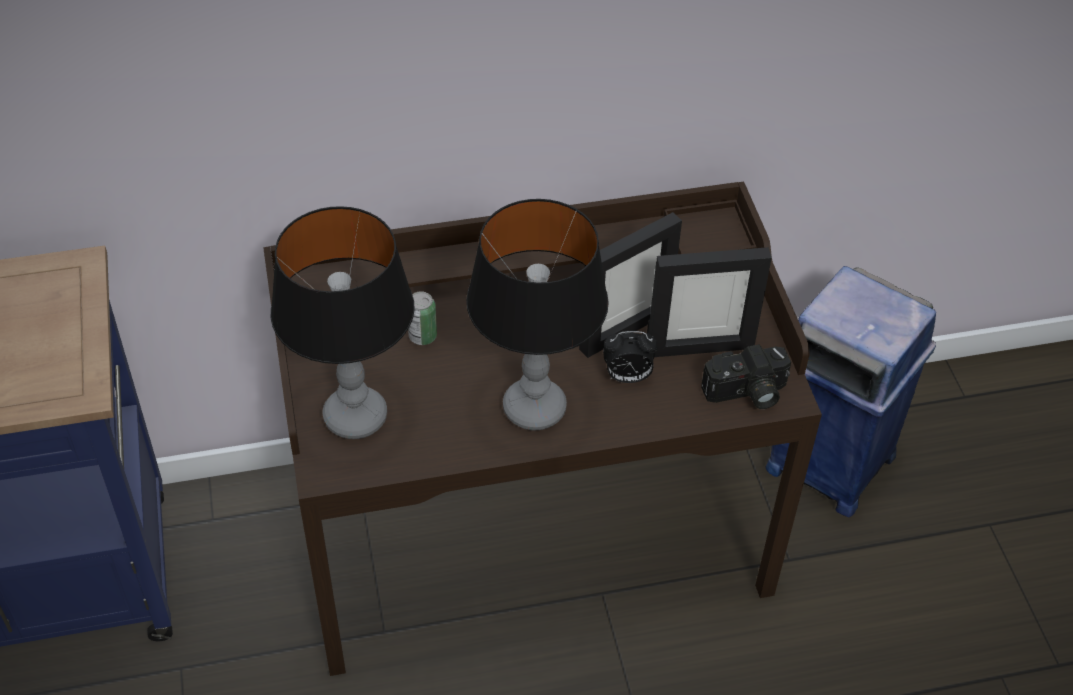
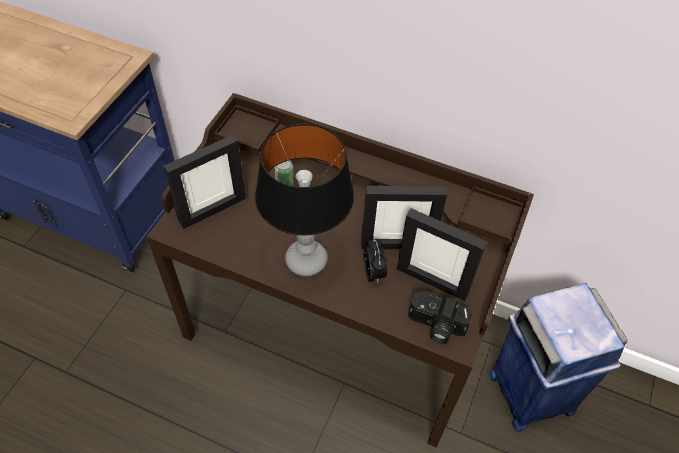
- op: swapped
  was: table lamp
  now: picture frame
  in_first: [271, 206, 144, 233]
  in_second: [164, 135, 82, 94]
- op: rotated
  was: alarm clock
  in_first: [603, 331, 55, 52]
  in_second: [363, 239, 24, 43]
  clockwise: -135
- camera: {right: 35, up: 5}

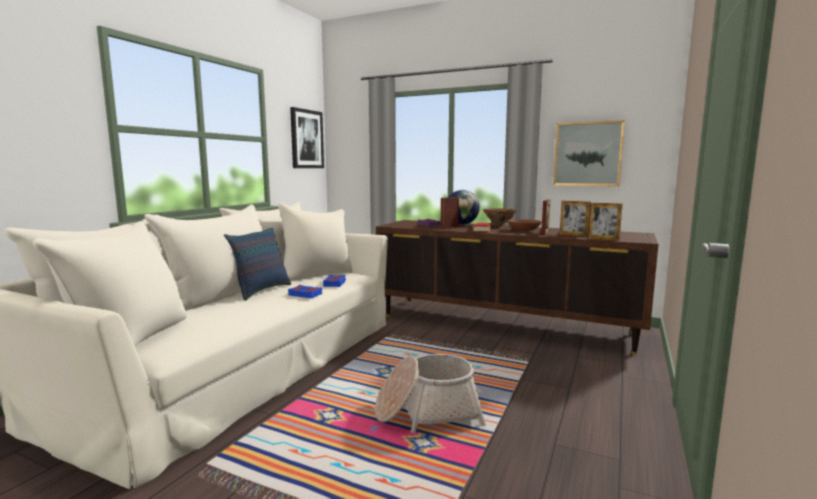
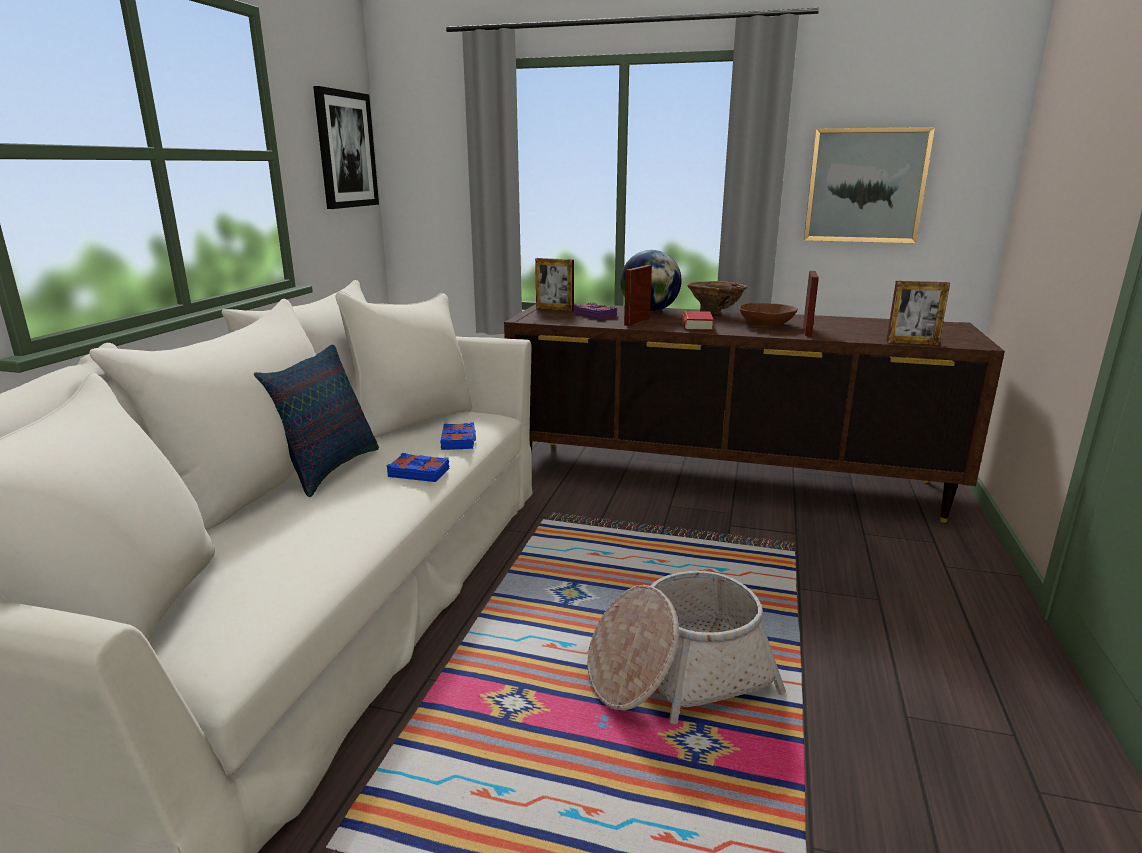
- op: shifted
  was: picture frame
  in_first: [560, 201, 31, 36]
  in_second: [535, 258, 39, 53]
- camera: {right: -10, up: 10}

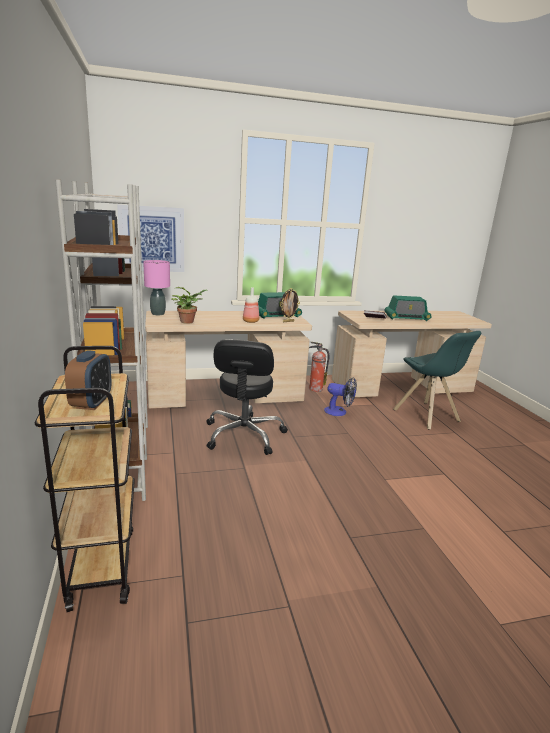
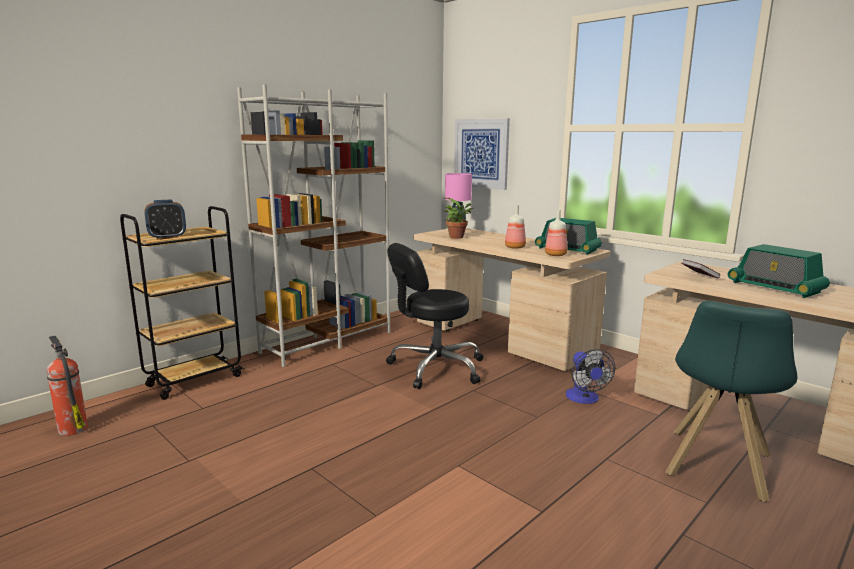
- op: swapped
  was: picture frame
  now: bottle
  in_first: [280, 288, 20, 34]
  in_second: [545, 210, 23, 46]
- op: shifted
  was: fire extinguisher
  in_first: [309, 342, 20, 50]
  in_second: [46, 336, 42, 100]
- camera: {right: 60, up: -5}

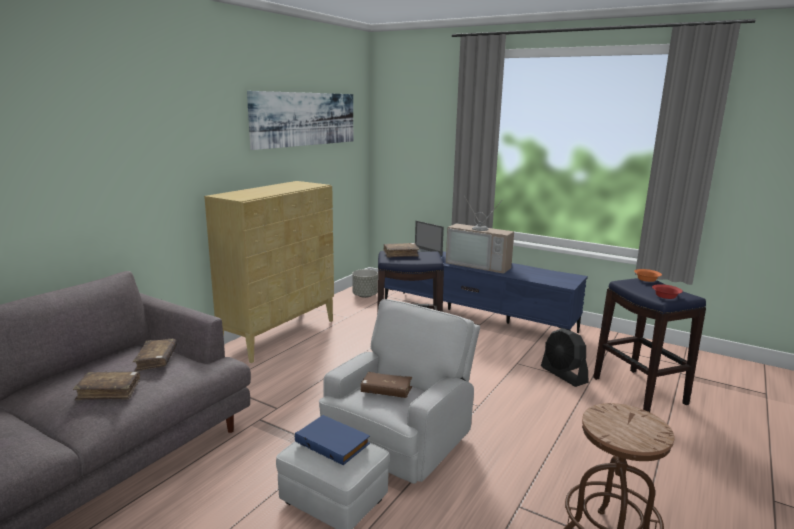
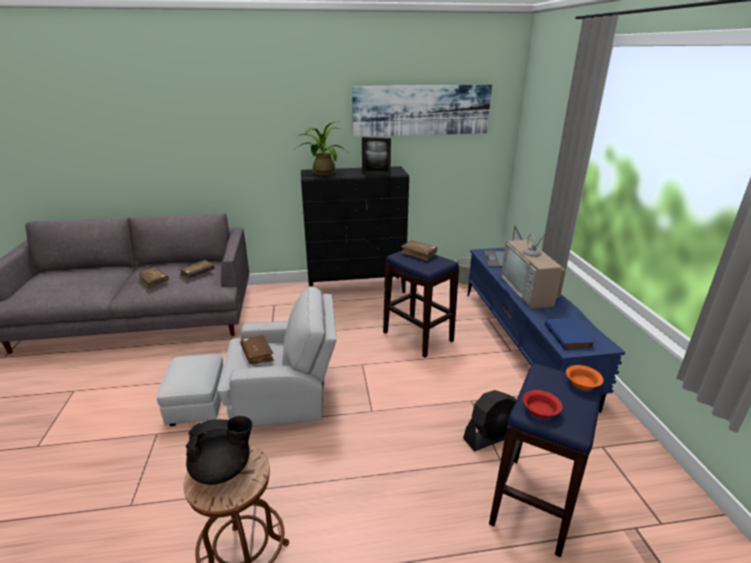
- op: repainted
  was: dresser/beige
  now: dresser/black
  in_first: [204, 181, 130, 182]
  in_second: [301, 166, 108, 127]
- op: shifted
  was: book/blue
  in_first: [295, 415, 75, 50]
  in_second: [545, 318, 50, 32]
- op: rotated
  was: fan/black
  in_first: [541, 328, 47, 59]
  in_second: [463, 390, 53, 61]
  clockwise: -135
- op: new
  now: teapot/black
  in_second: [186, 416, 66, 69]
- op: new
  now: potted plant
  in_second: [296, 121, 50, 55]
- op: new
  now: picture frame
  in_second: [362, 137, 29, 38]
- camera: {right: 50, up: 10}

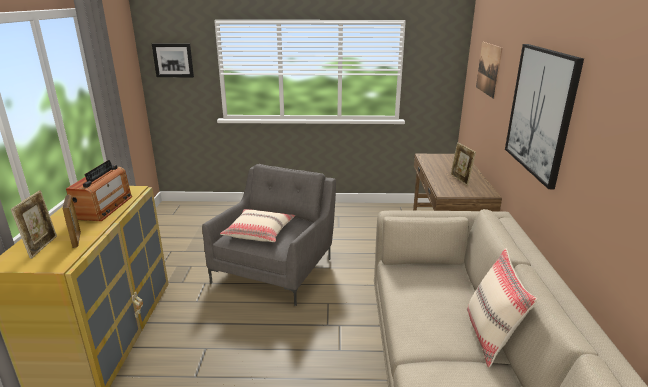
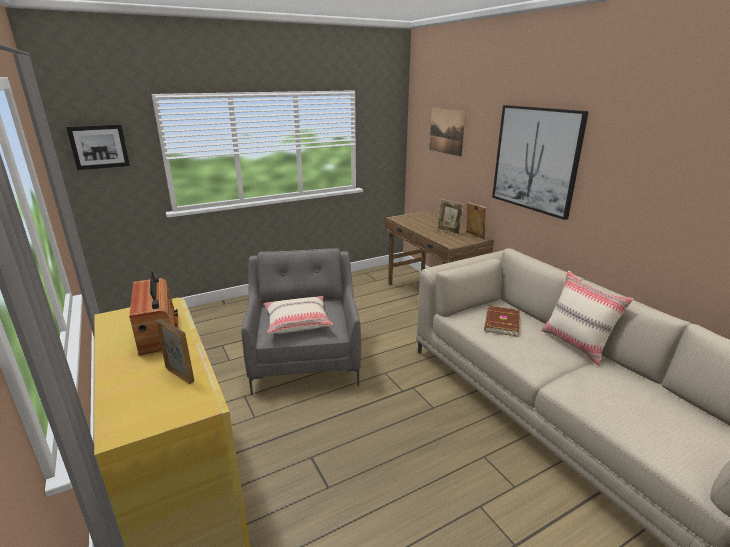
- op: shifted
  was: picture frame
  in_first: [11, 190, 46, 69]
  in_second: [466, 202, 21, 37]
- op: new
  now: book/brown
  in_second: [484, 306, 36, 31]
- camera: {right: -30, up: 0}

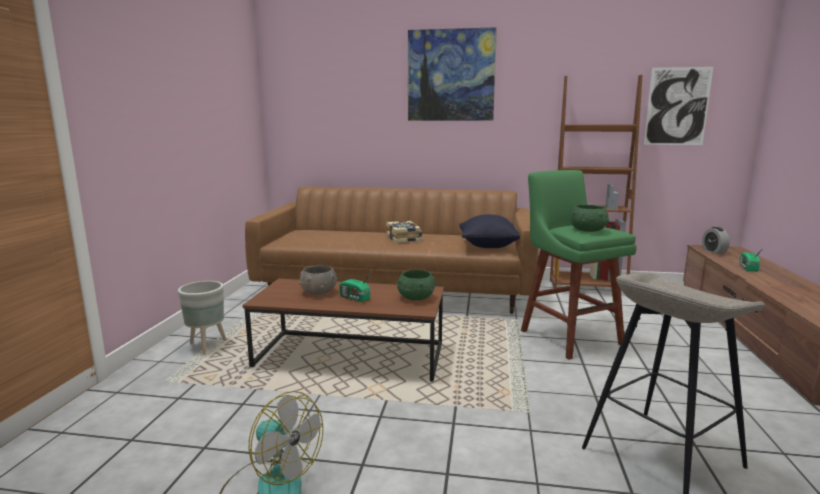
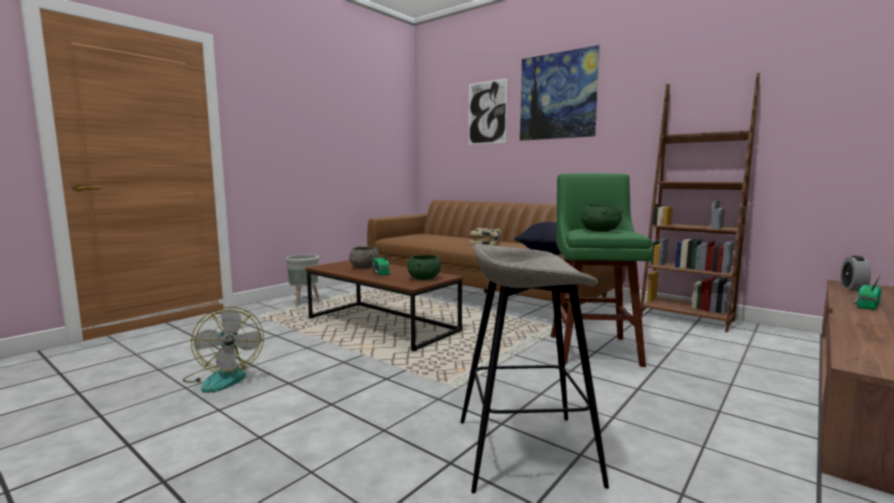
- op: shifted
  was: picture
  in_first: [644, 67, 69, 78]
  in_second: [469, 78, 38, 67]
- camera: {right: 30, up: -5}

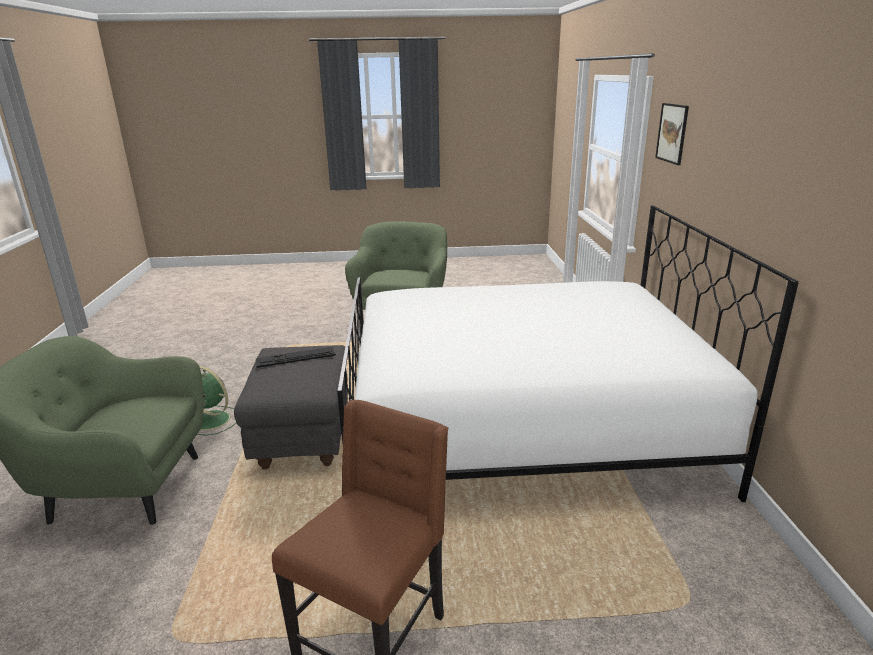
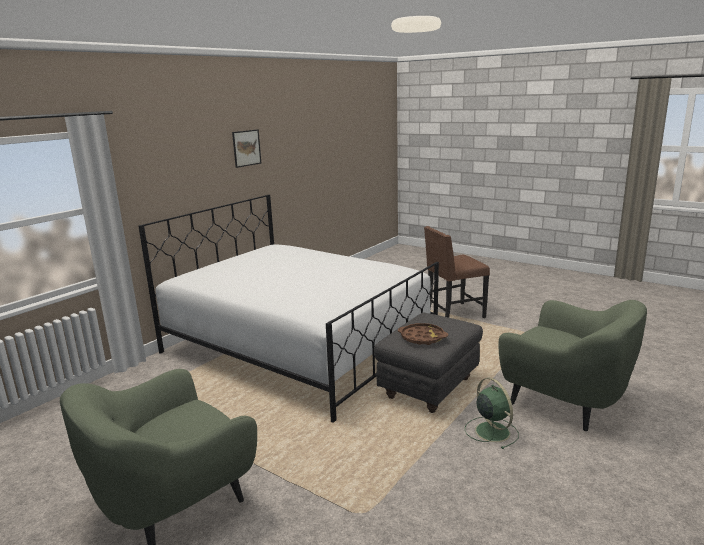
- op: swapped
  was: keyboard
  now: tray/brown
  in_first: [255, 347, 81, 21]
  in_second: [398, 323, 50, 22]
- op: shifted
  was: picture
  in_first: [655, 103, 34, 62]
  in_second: [232, 129, 29, 39]
- camera: {right: -140, up: -5}

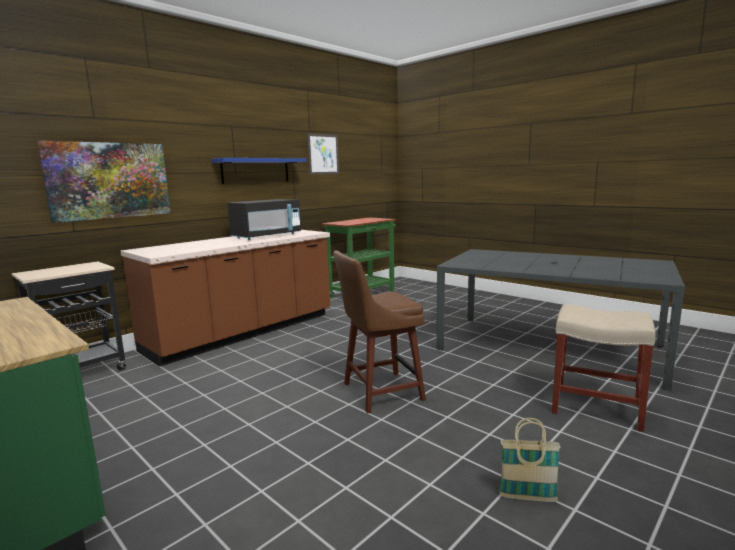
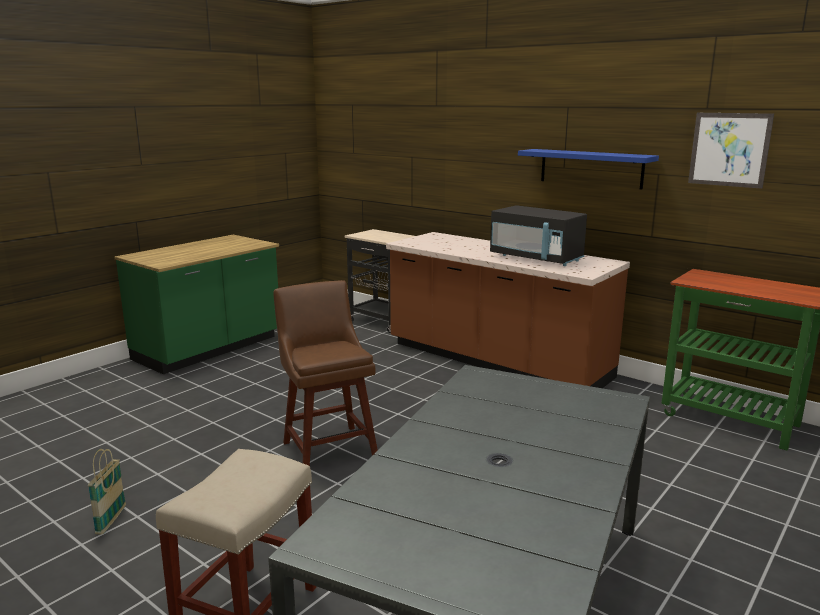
- op: gone
  was: picture
  in_first: [37, 141, 134, 82]
- camera: {right: 85, up: 5}

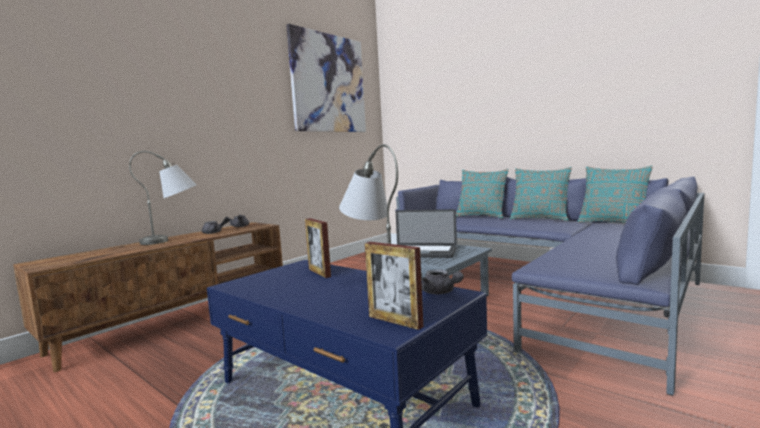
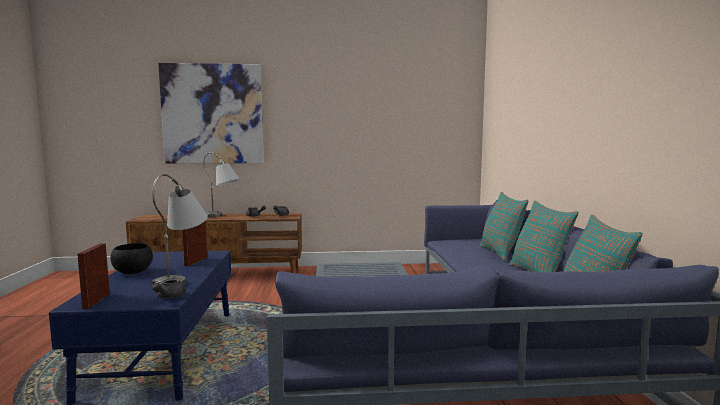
- op: shifted
  was: picture
  in_first: [286, 24, 80, 108]
  in_second: [158, 63, 106, 100]
- op: gone
  was: laptop
  in_first: [396, 209, 61, 49]
- op: new
  now: bowl/black
  in_second: [110, 243, 43, 31]
- camera: {right: 45, up: 0}

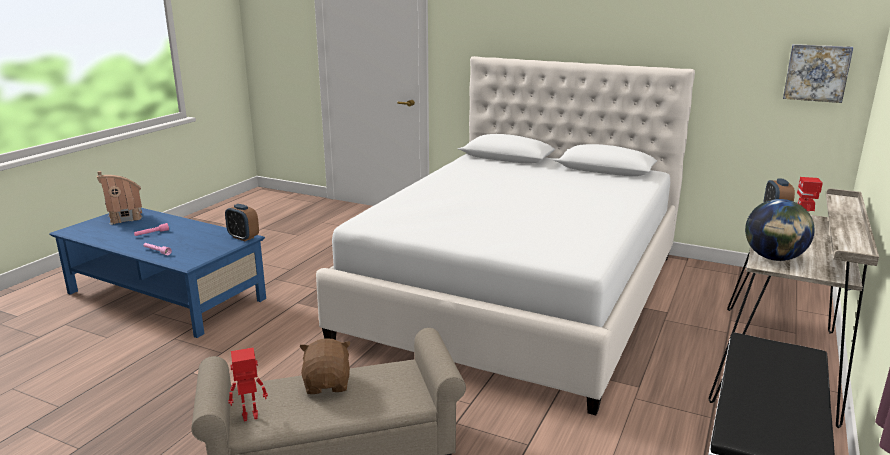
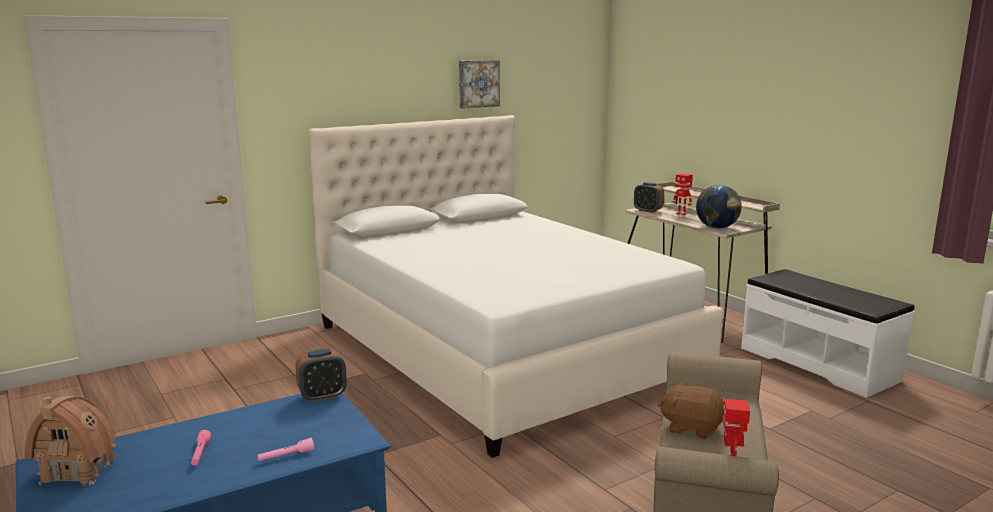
- op: shifted
  was: picture
  in_first: [783, 44, 70, 59]
  in_second: [459, 60, 41, 48]
- camera: {right: -60, up: -5}

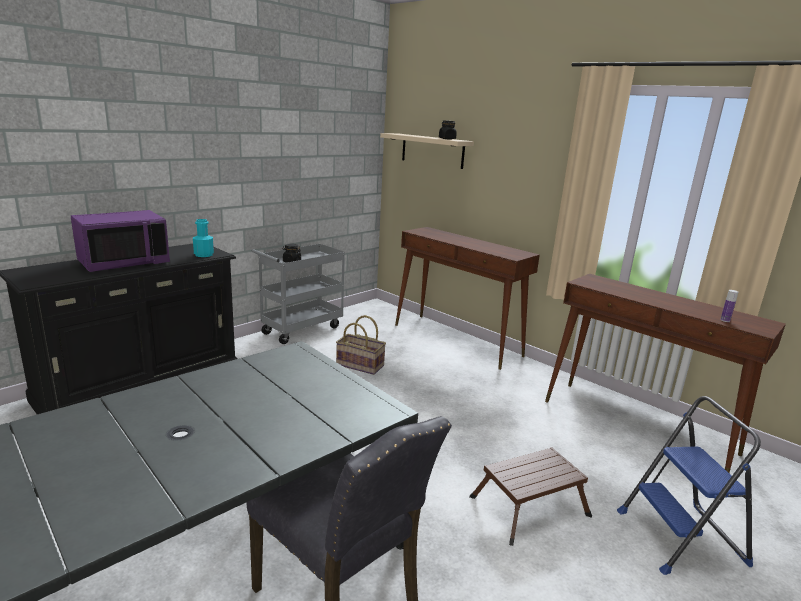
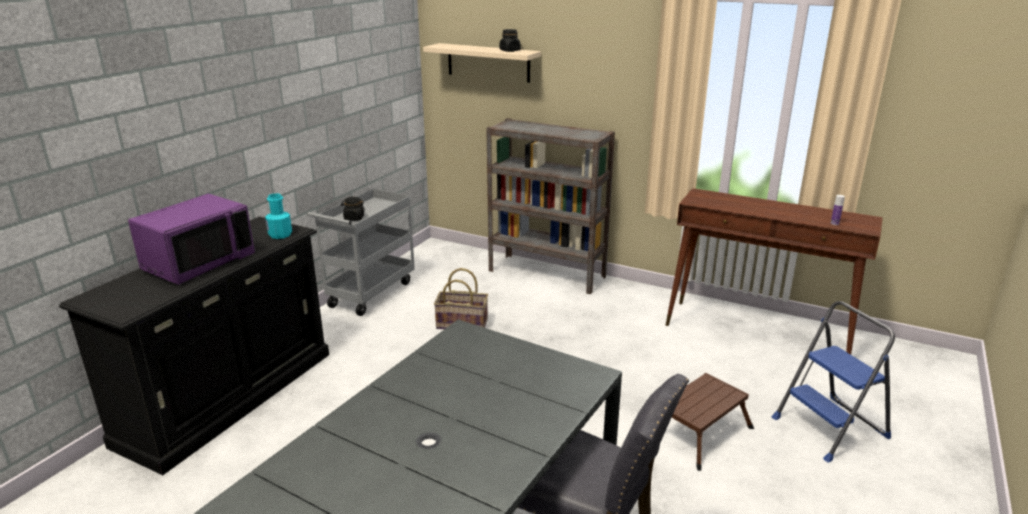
- op: swapped
  was: console table/brown
  now: bookcase/grey
  in_first: [395, 227, 145, 143]
  in_second: [486, 118, 129, 176]
- camera: {right: -15, up: 5}

